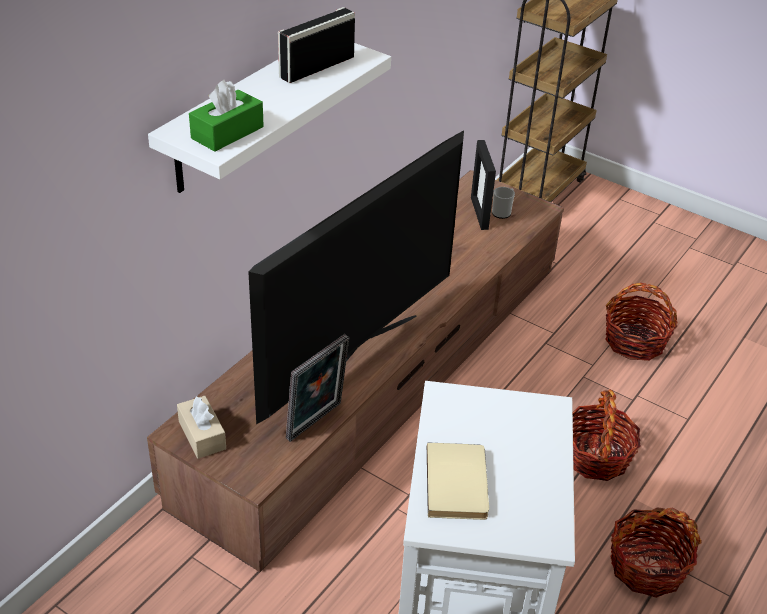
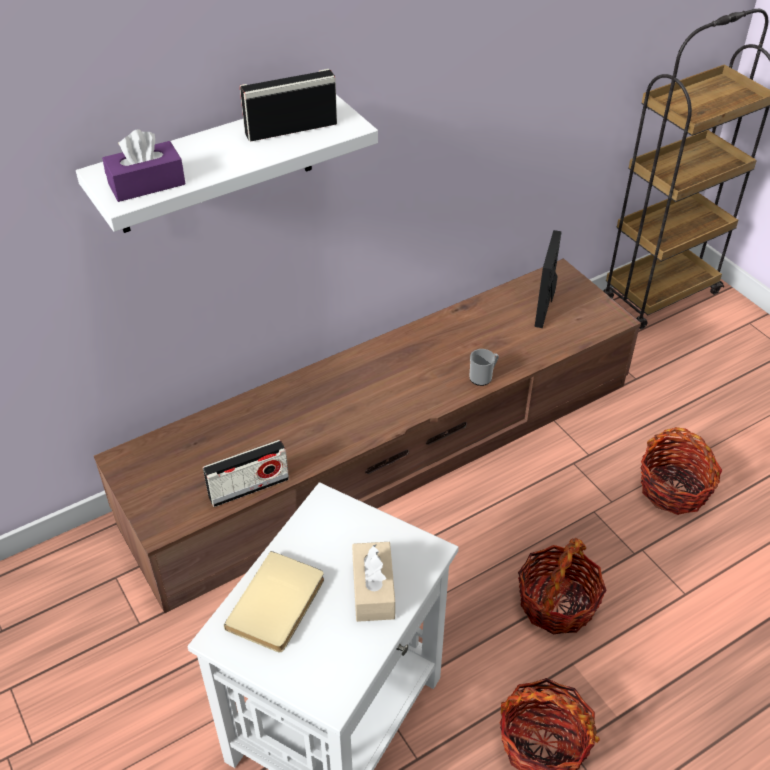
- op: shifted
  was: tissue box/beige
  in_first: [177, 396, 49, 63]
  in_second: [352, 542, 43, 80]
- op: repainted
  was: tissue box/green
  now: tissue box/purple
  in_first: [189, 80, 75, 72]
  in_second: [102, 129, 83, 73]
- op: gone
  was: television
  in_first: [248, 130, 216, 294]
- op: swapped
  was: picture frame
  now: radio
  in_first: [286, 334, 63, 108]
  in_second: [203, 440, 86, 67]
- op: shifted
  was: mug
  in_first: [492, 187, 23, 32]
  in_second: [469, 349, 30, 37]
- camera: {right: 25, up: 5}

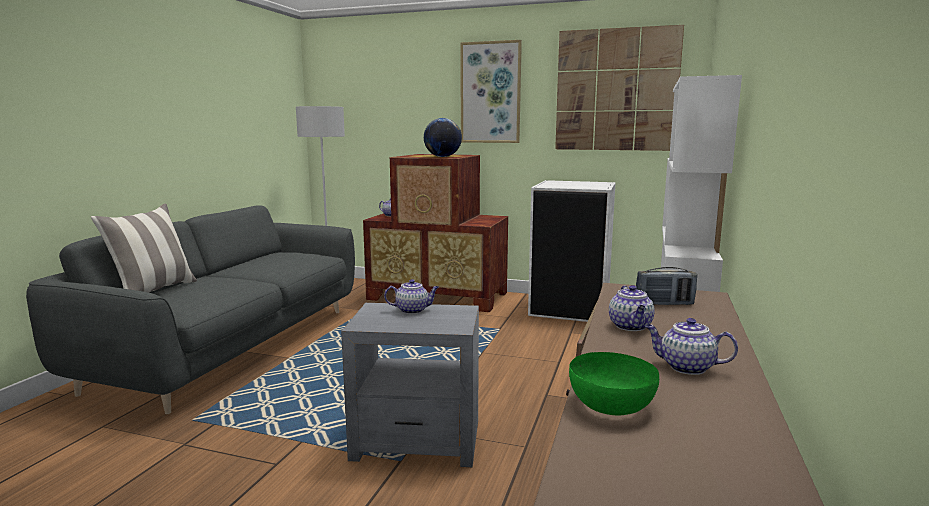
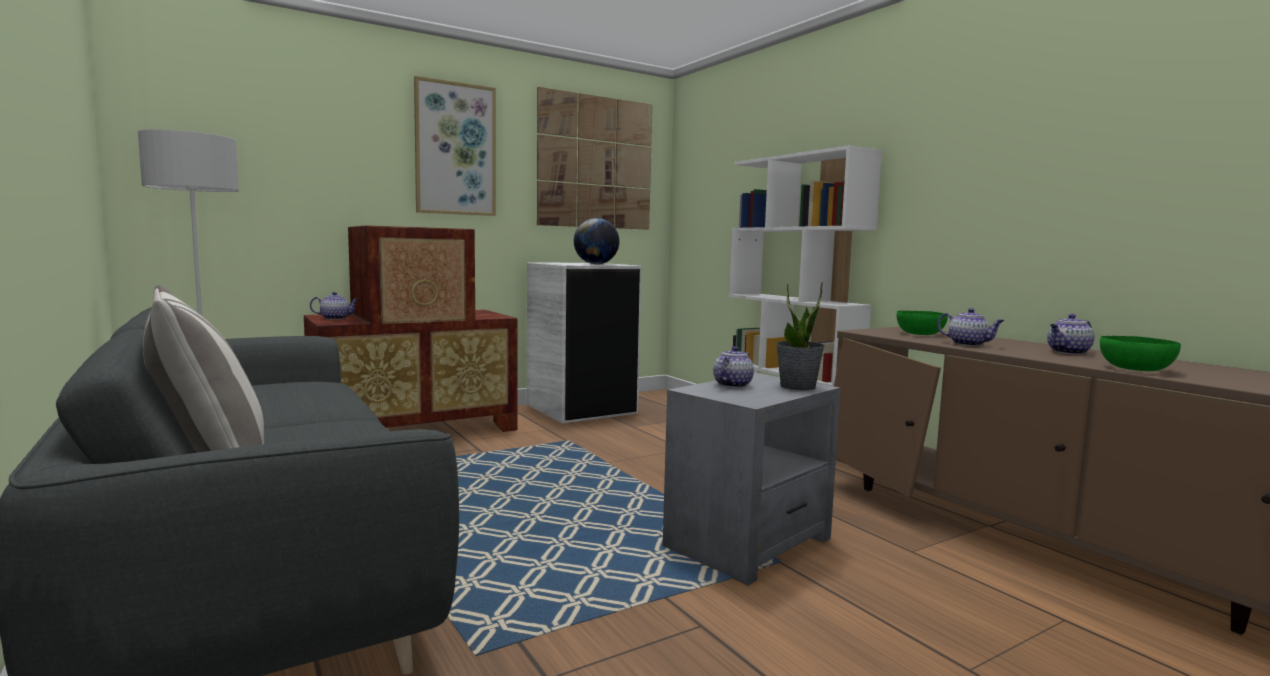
- op: shifted
  was: globe
  in_first: [424, 118, 38, 39]
  in_second: [574, 218, 45, 46]
- op: swapped
  was: radio
  now: bowl/green
  in_first: [636, 267, 61, 38]
  in_second: [897, 311, 51, 24]
- op: new
  now: potted plant
  in_second: [776, 282, 49, 108]
- camera: {right: -50, up: -5}

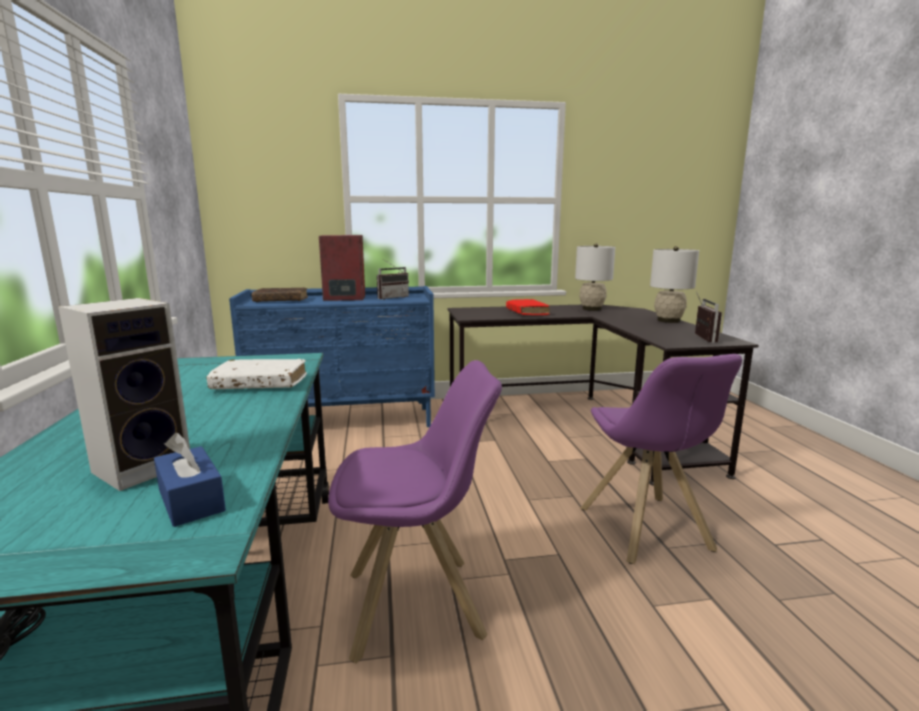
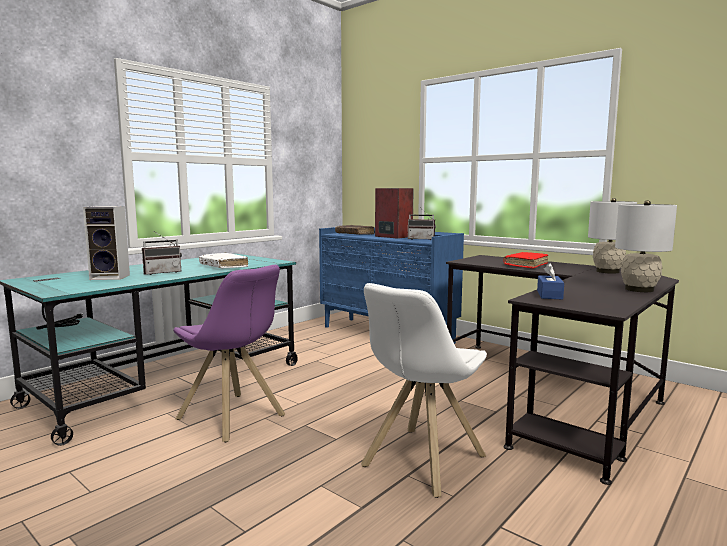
- op: shifted
  was: tissue box/blue
  in_first: [154, 433, 72, 94]
  in_second: [537, 263, 27, 37]
- op: repainted
  was: chair/purple
  now: chair/white
  in_first: [580, 354, 162, 210]
  in_second: [361, 283, 126, 215]
- op: shifted
  was: radio
  in_first: [695, 291, 27, 52]
  in_second: [142, 231, 40, 44]
- camera: {right: 50, up: -5}

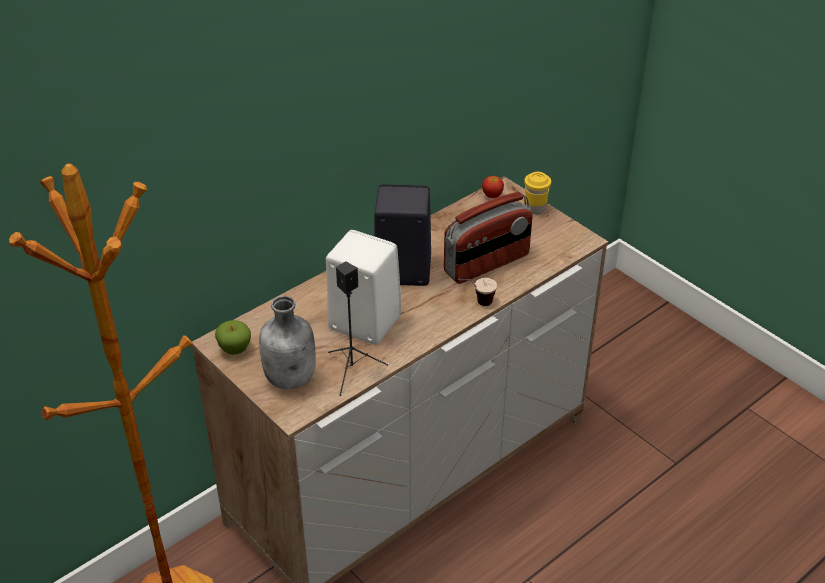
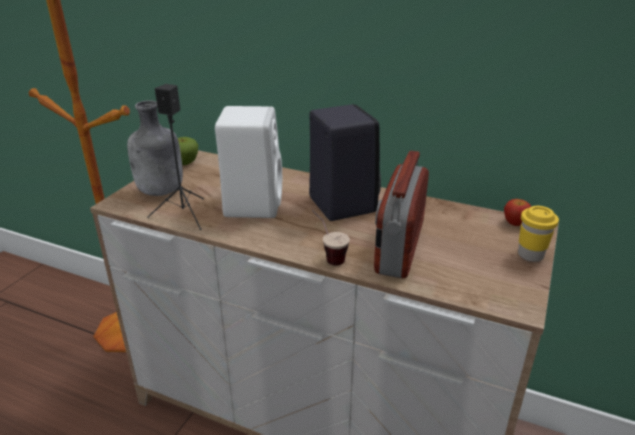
- op: rotated
  was: radio
  in_first: [444, 192, 89, 92]
  in_second: [374, 151, 55, 127]
  clockwise: 75
- camera: {right: 65, up: -10}

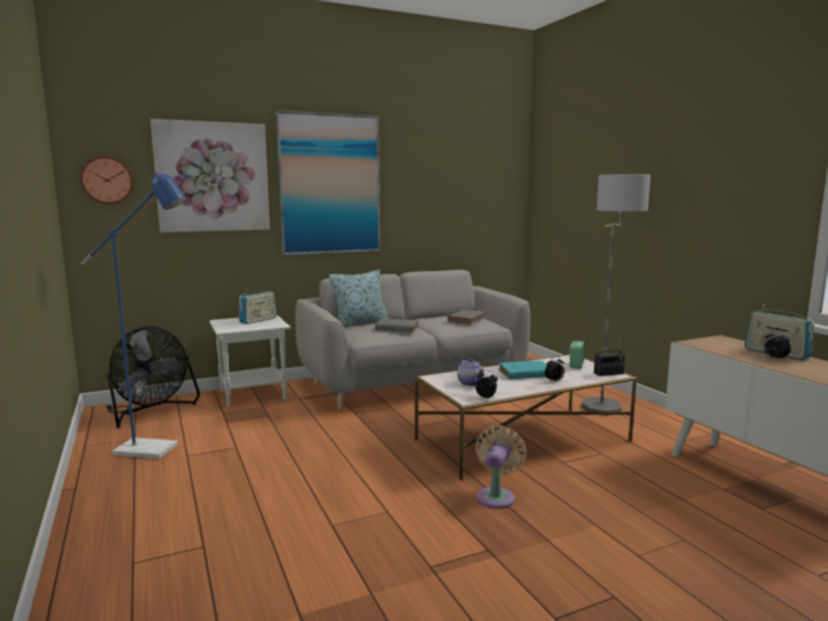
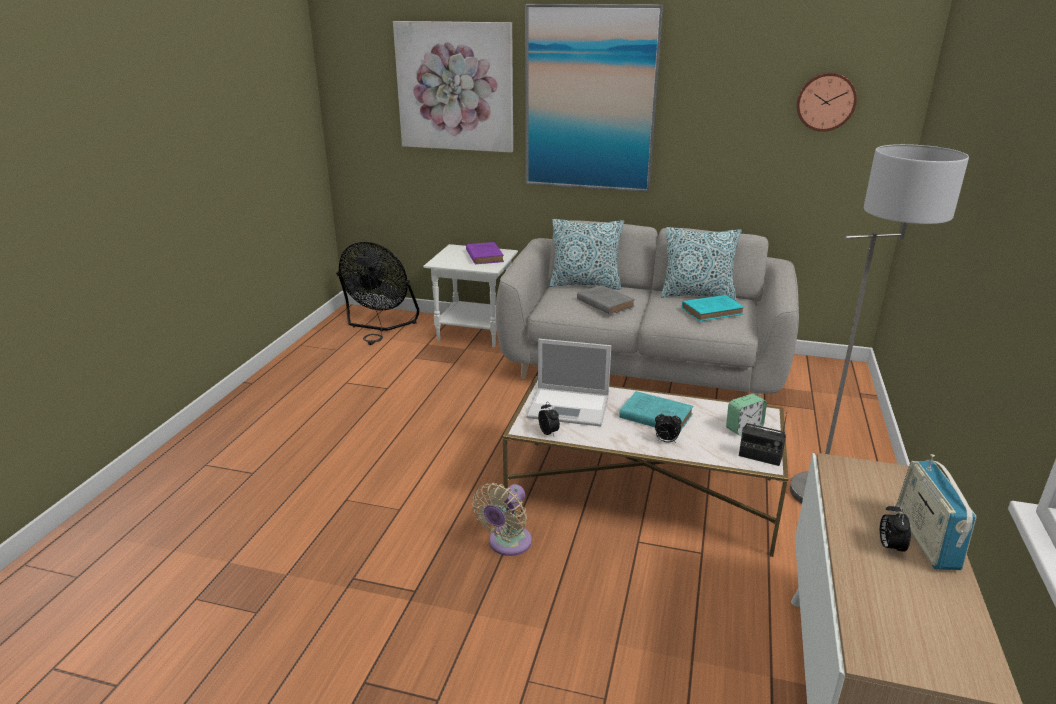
- op: shifted
  was: wall clock
  in_first: [80, 156, 53, 48]
  in_second: [796, 72, 61, 60]
- op: gone
  was: floor lamp/blue
  in_first: [81, 172, 105, 287]
- op: rotated
  was: fan/black
  in_first: [106, 326, 94, 102]
  in_second: [336, 242, 83, 103]
  clockwise: -150
- op: swapped
  was: radio
  now: book/purple
  in_first: [239, 289, 38, 35]
  in_second: [466, 242, 38, 22]
- op: repainted
  was: book/grey
  now: book/turquoise
  in_first: [447, 310, 39, 15]
  in_second: [682, 295, 62, 26]
- op: swapped
  was: teapot
  now: laptop
  in_first: [457, 358, 27, 28]
  in_second: [526, 339, 85, 88]
- op: rotated
  was: fan/beige
  in_first: [476, 425, 50, 84]
  in_second: [472, 483, 60, 73]
  clockwise: 150
- op: new
  now: pillow
  in_second: [661, 227, 81, 74]
- camera: {right: 40, up: 15}

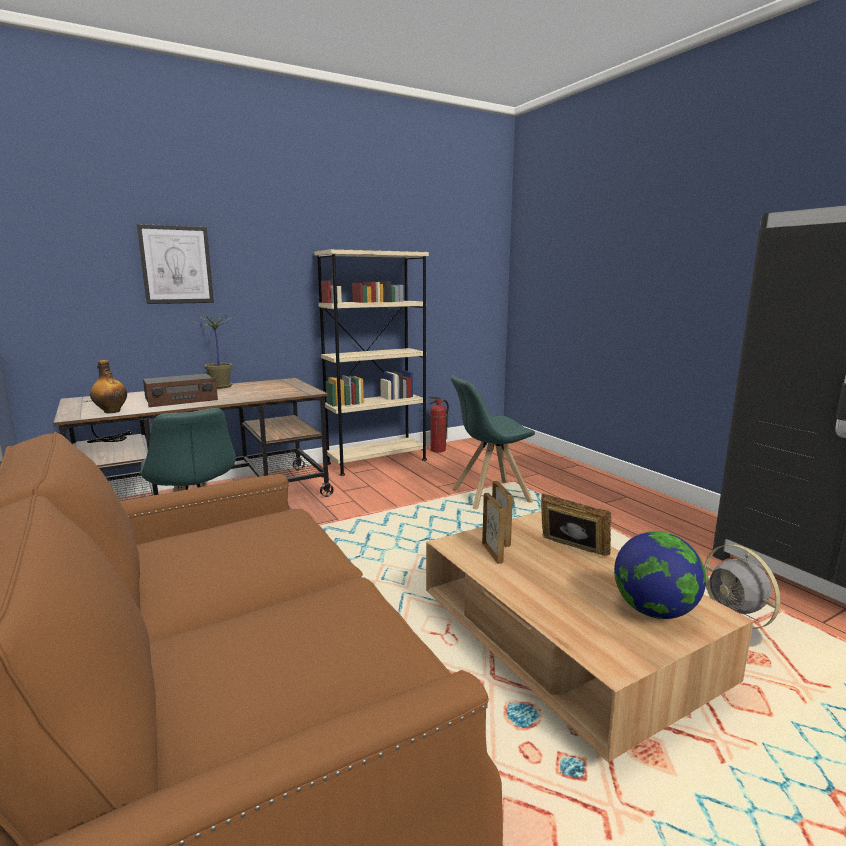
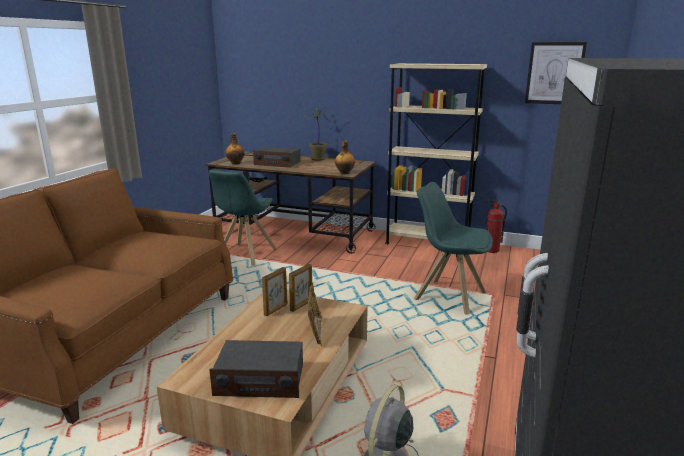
- op: shifted
  was: picture
  in_first: [137, 224, 77, 80]
  in_second: [525, 42, 62, 62]
- op: swapped
  was: globe
  now: radio
  in_first: [614, 531, 92, 88]
  in_second: [209, 340, 94, 58]
- op: new
  now: bottle
  in_second: [335, 141, 20, 33]
- camera: {right: 50, up: 5}

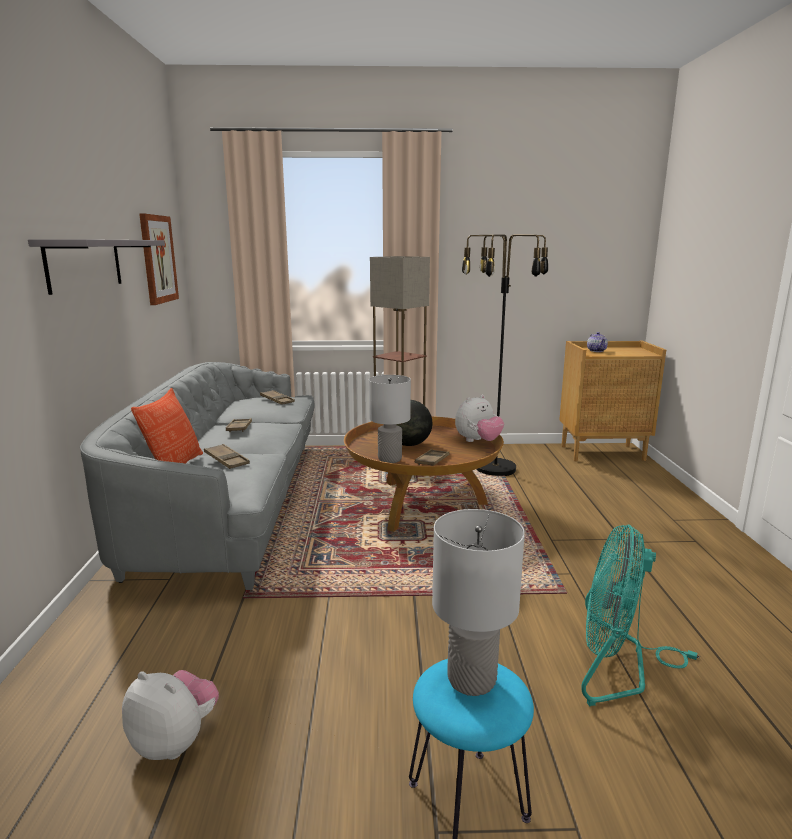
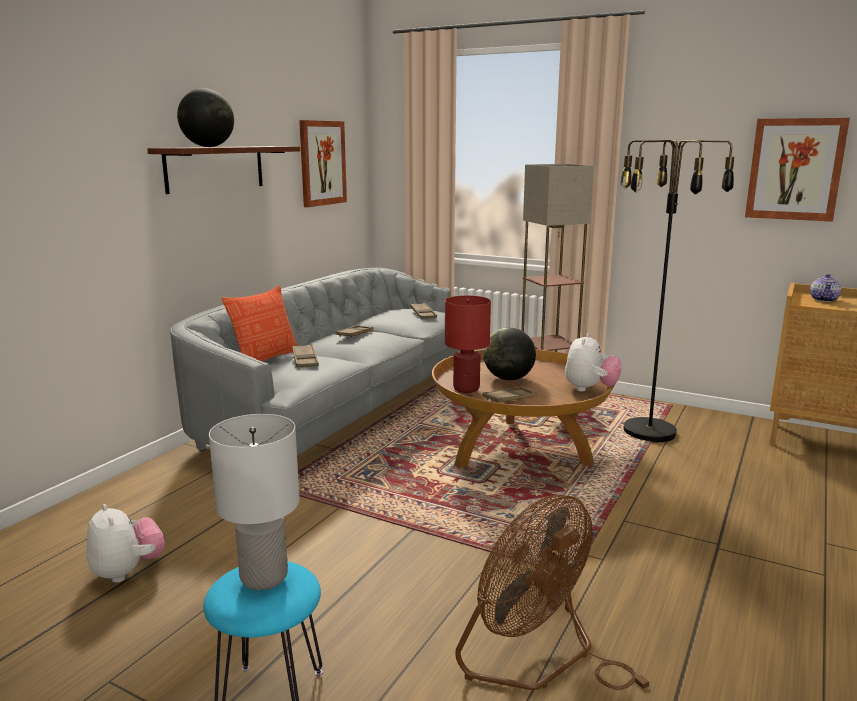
- op: repainted
  was: shelf/grey
  now: shelf/brown
  in_first: [28, 239, 137, 56]
  in_second: [147, 146, 153, 48]
- op: repainted
  was: table lamp/grey
  now: table lamp/red
  in_first: [369, 375, 42, 88]
  in_second: [445, 295, 46, 98]
- op: rotated
  was: plush toy
  in_first: [455, 395, 49, 47]
  in_second: [565, 333, 57, 59]
  clockwise: -60
- op: repainted
  was: fan/turquoise
  now: fan/brown
  in_first: [581, 525, 119, 181]
  in_second: [455, 495, 195, 195]
- op: new
  now: globe
  in_second: [177, 88, 57, 59]
- op: new
  now: picture
  in_second: [745, 118, 105, 104]
- camera: {right: 30, up: 0}

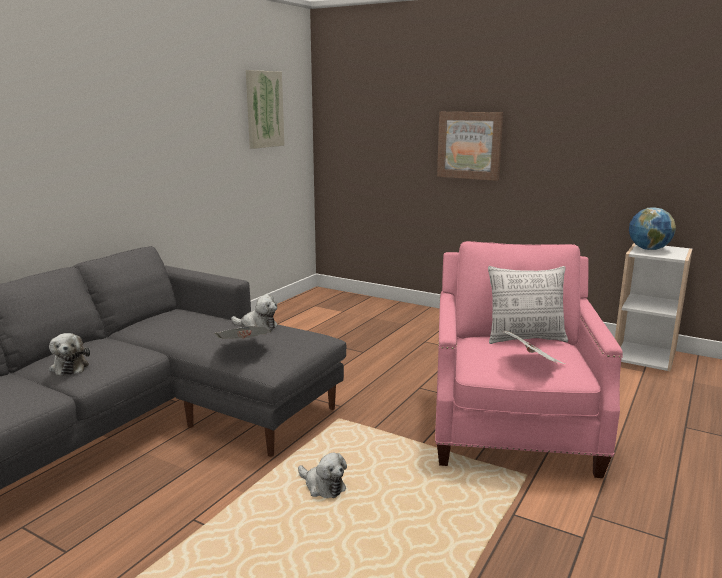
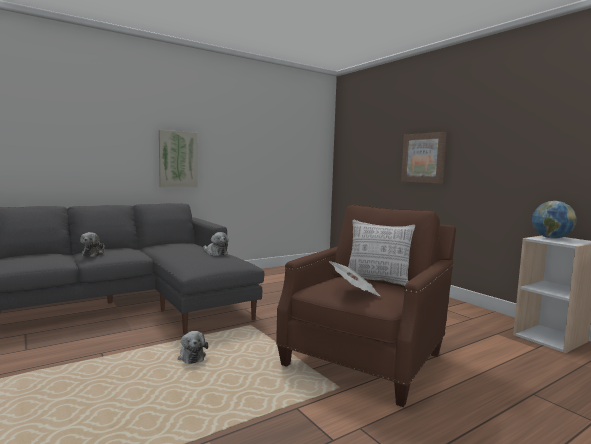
- op: gone
  was: newspaper
  in_first: [214, 326, 58, 13]
- op: shifted
  was: picture
  in_first: [246, 70, 38, 79]
  in_second: [159, 130, 39, 57]
- op: repainted
  was: armchair/pink
  now: armchair/brown
  in_first: [435, 241, 188, 237]
  in_second: [276, 205, 180, 202]
- camera: {right: 25, up: -10}

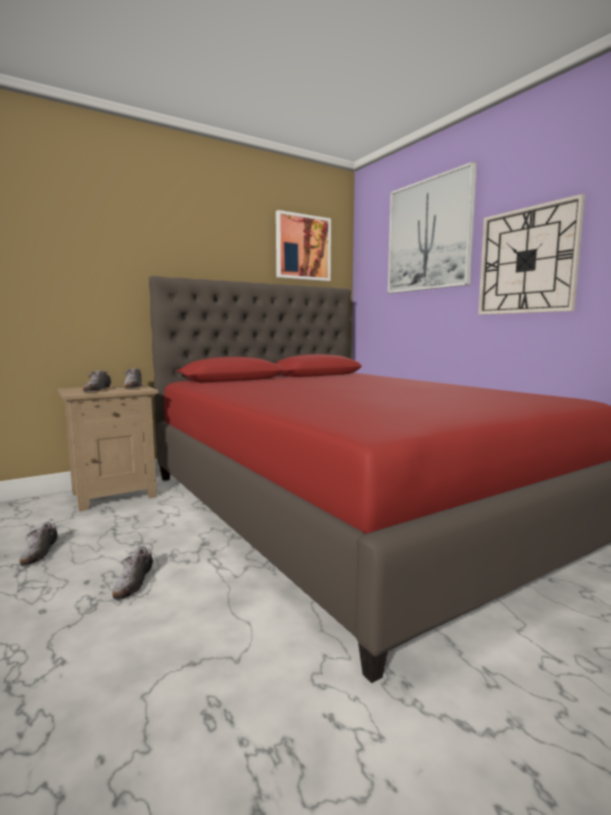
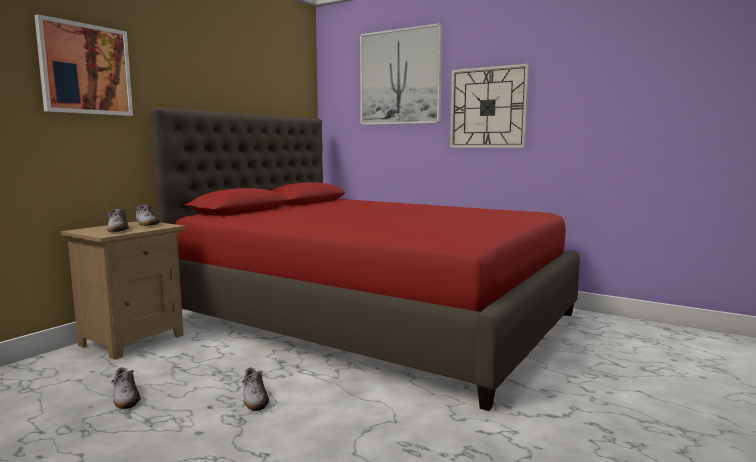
- op: shifted
  was: picture
  in_first: [276, 210, 55, 71]
  in_second: [34, 14, 99, 102]
- camera: {right: -25, up: 0}

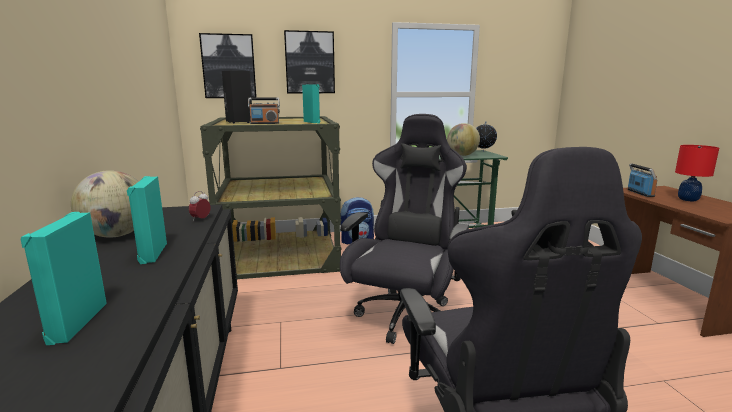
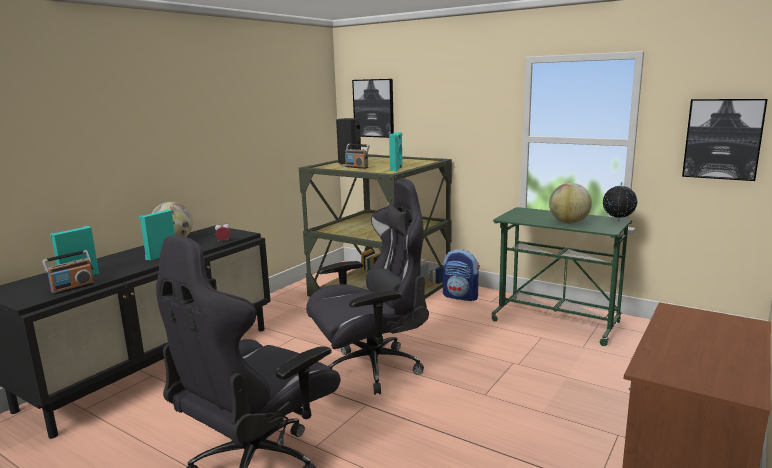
- op: shifted
  was: picture
  in_first: [284, 30, 51, 63]
  in_second: [682, 99, 86, 82]
- op: shifted
  was: radio
  in_first: [628, 163, 29, 34]
  in_second: [42, 250, 53, 45]
- op: gone
  was: table lamp/red
  in_first: [675, 145, 44, 57]
- camera: {right: 45, up: 0}

